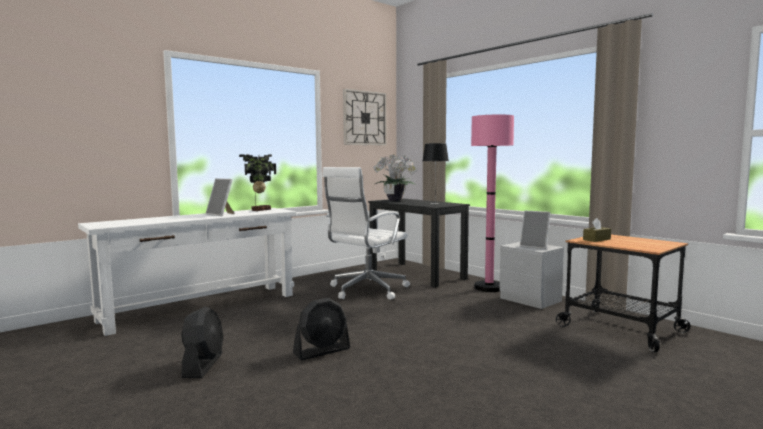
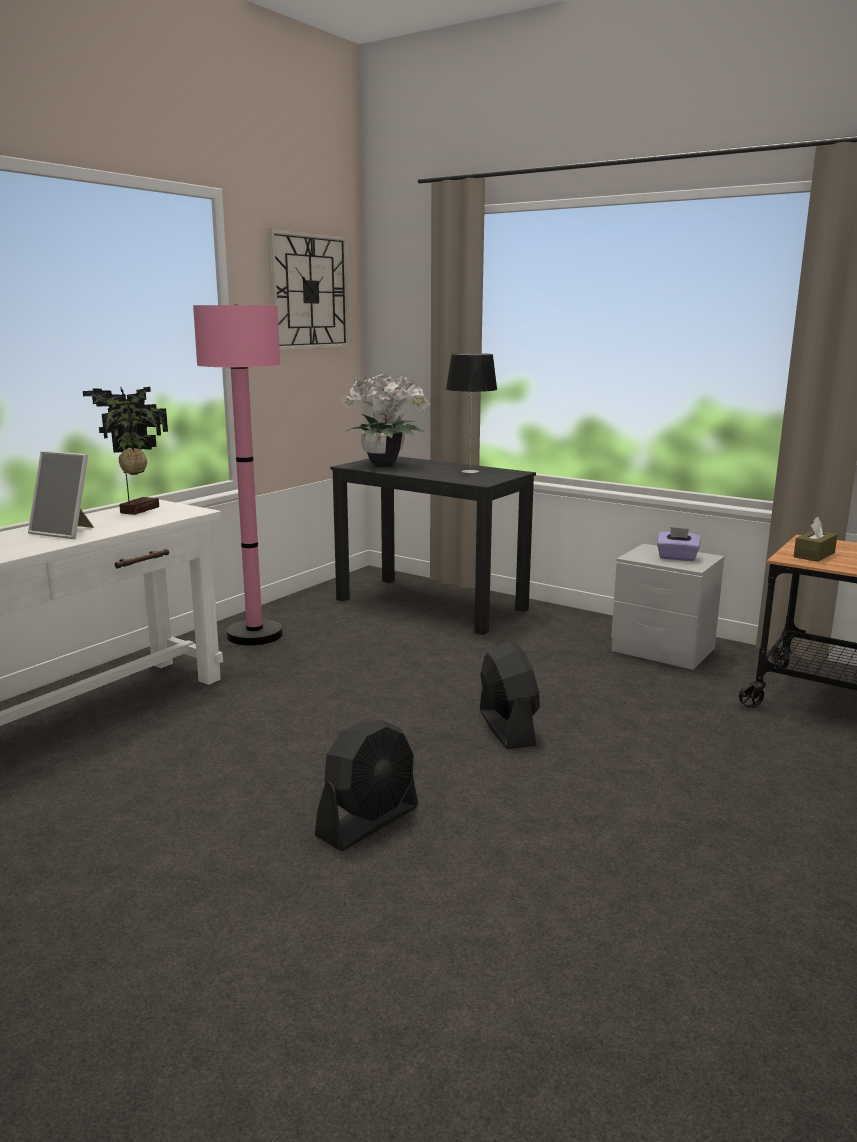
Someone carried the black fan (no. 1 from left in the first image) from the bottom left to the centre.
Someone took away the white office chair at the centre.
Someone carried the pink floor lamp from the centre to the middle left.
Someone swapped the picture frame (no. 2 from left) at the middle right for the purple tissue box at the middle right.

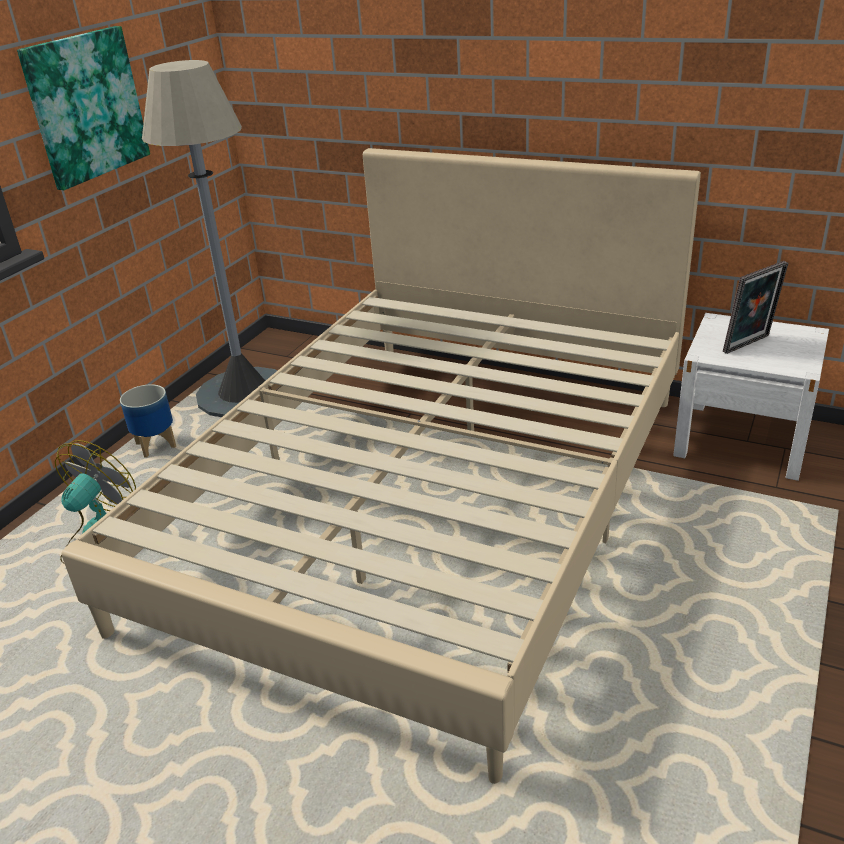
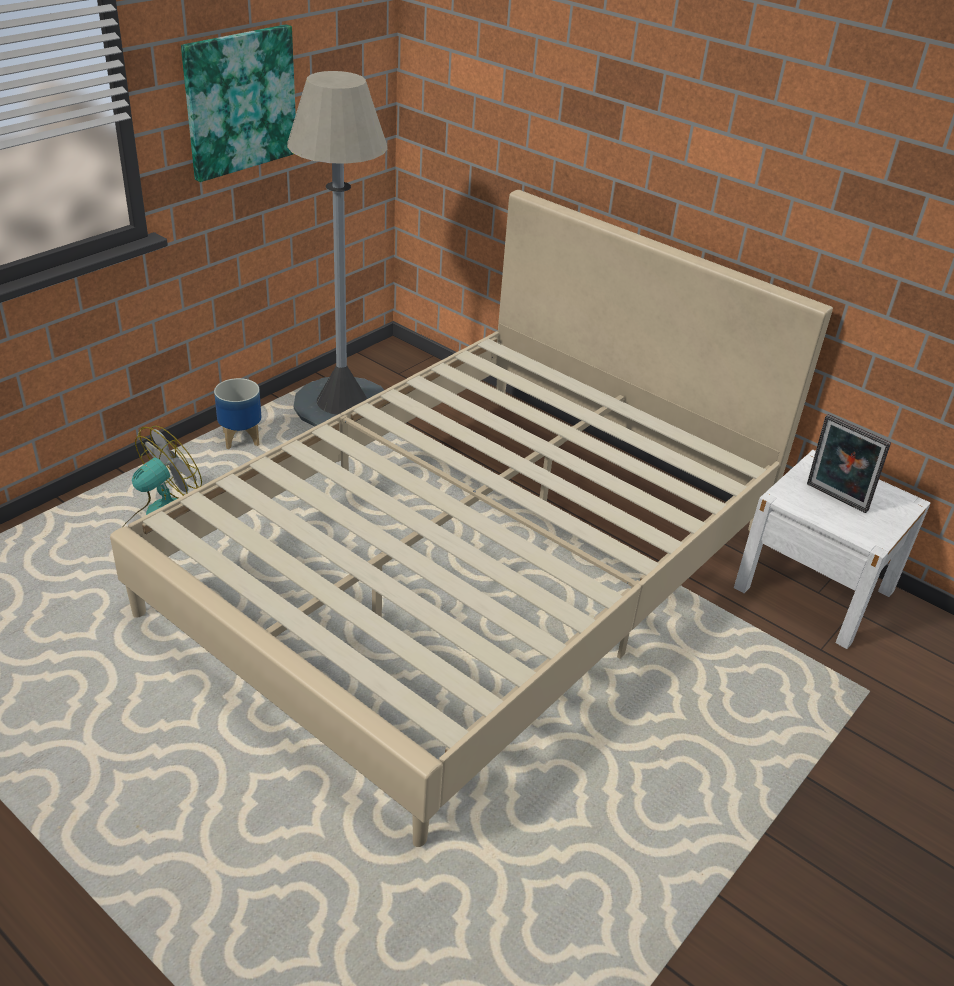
Someone rotated the picture frame at the middle right by 60 degrees clockwise.

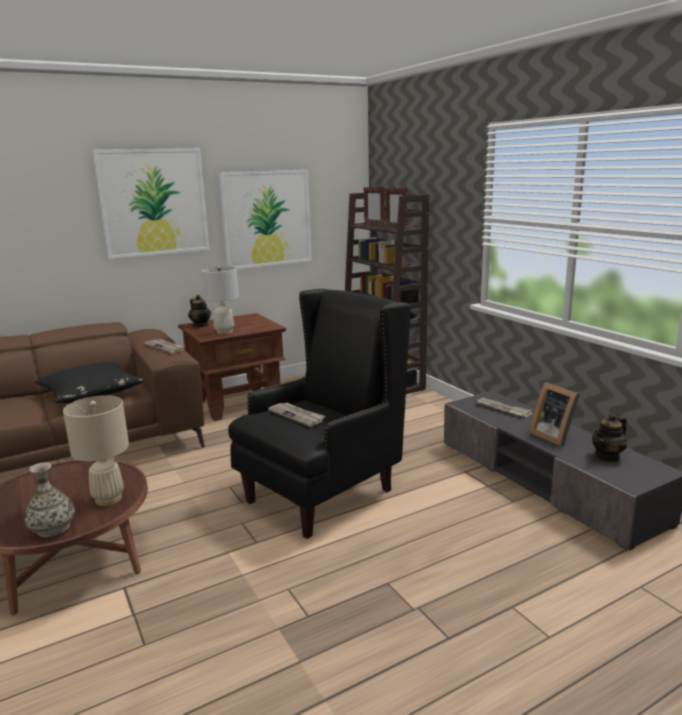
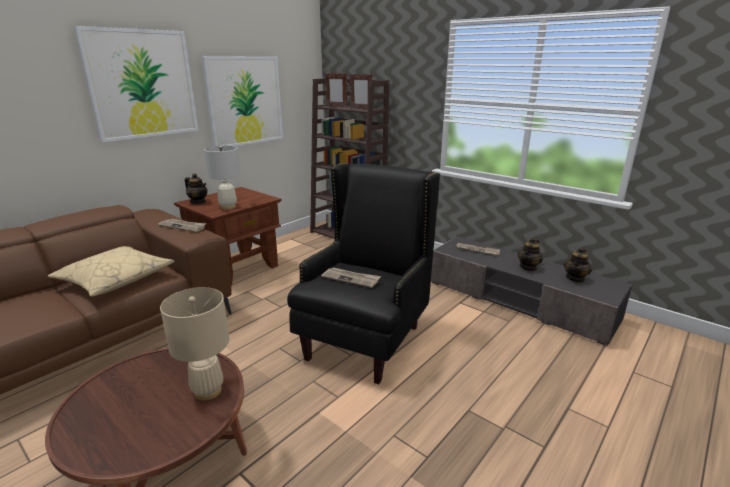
Someone took away the vase at the bottom left.
Someone repainted the black pillow at the middle left, which became the beige pillow at the middle left.
Someone swapped the picture frame (no. 3 from left) at the middle right for the teapot (no. 2 from left) at the middle right.

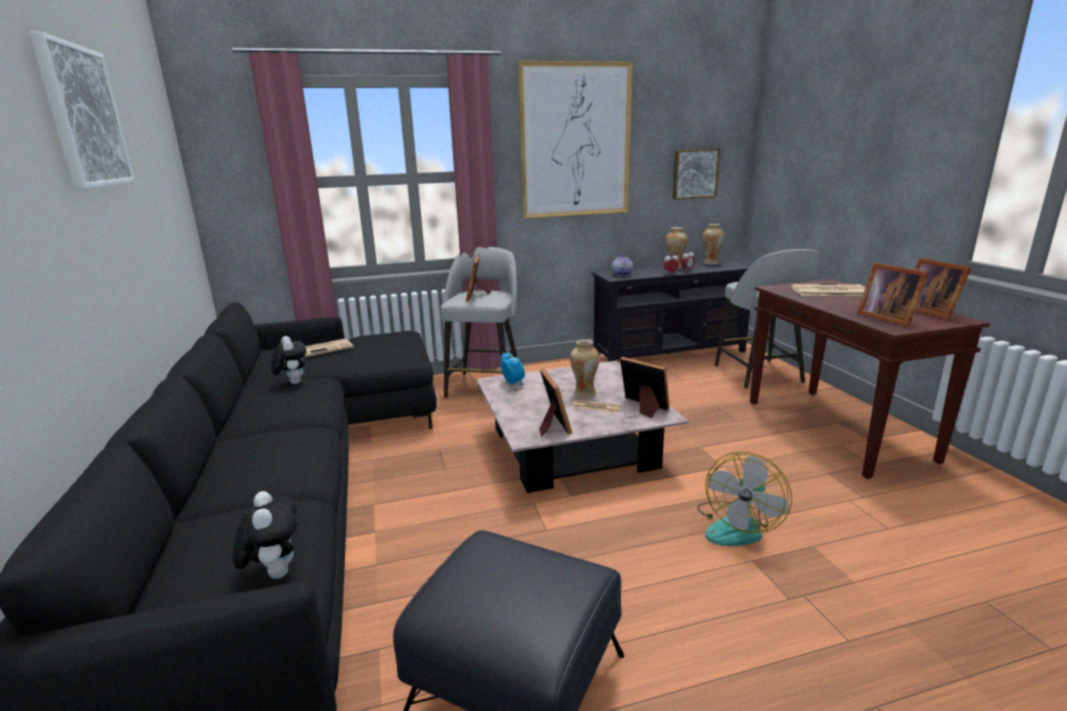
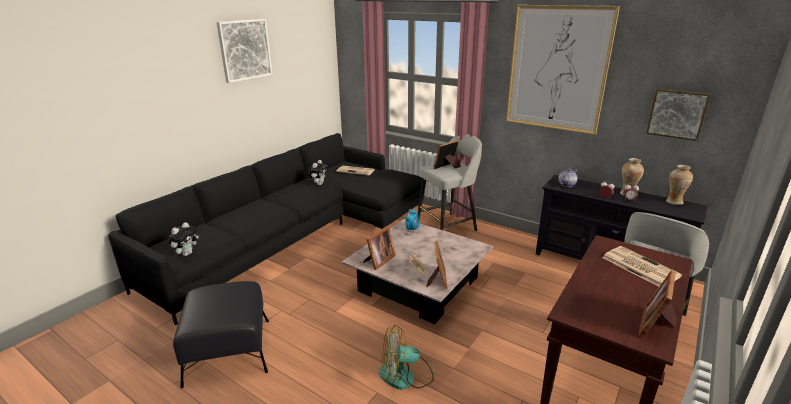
Someone took away the vase (no. 1 from left) at the centre.
Someone took away the picture frame (no. 4 from left) at the middle right.

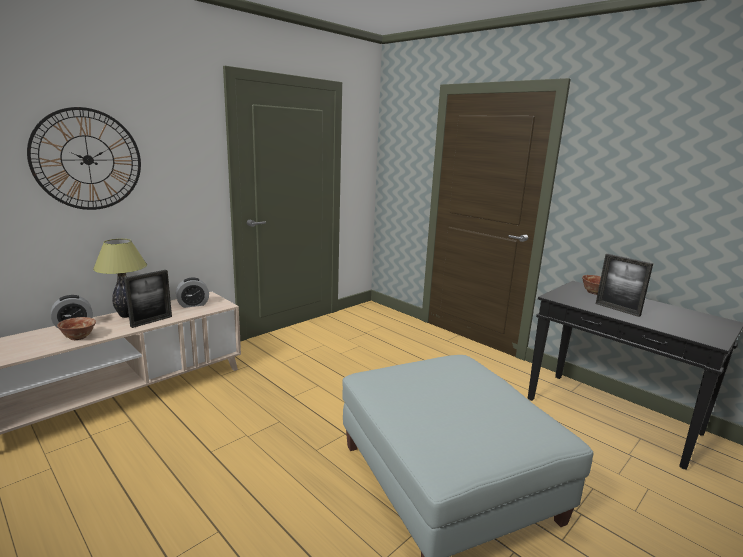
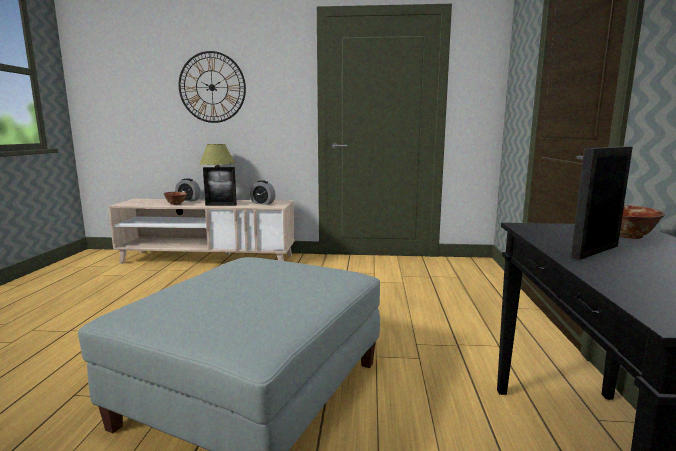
Someone rotated the picture frame (no. 2 from left) at the middle right by 45 degrees clockwise.

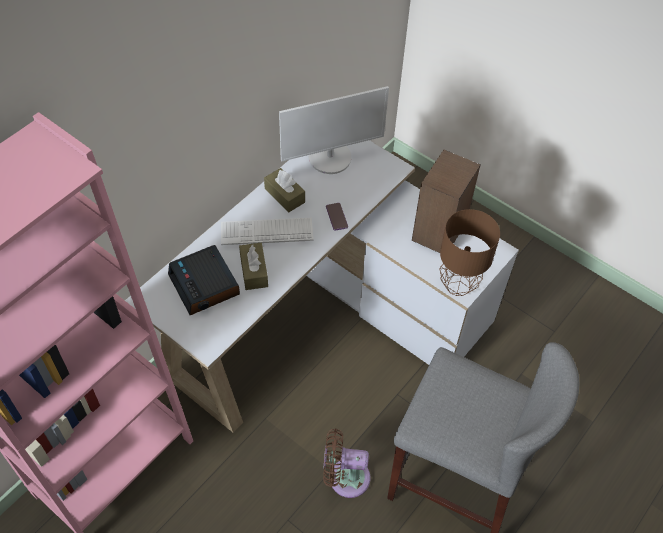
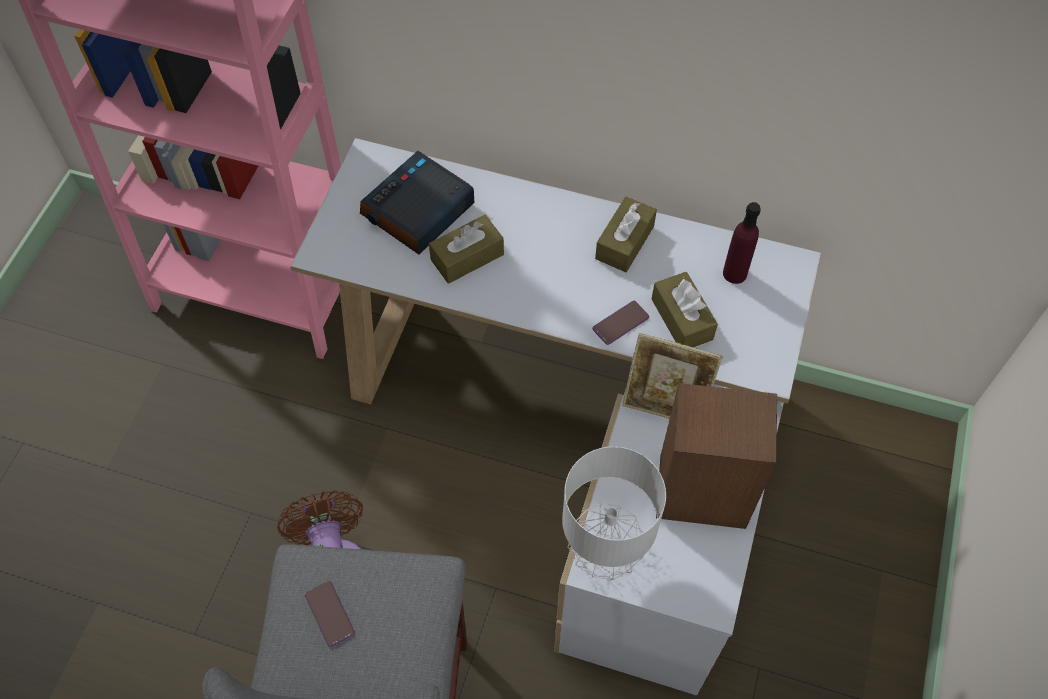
Someone took away the keyboard at the centre.
Someone swapped the monitor at the top centre for the purple bottle at the middle right.
Someone repainted the brown table lamp at the middle right, which became the grey table lamp at the bottom centre.
Someone put down the phone (no. 1 from left) at the bottom left.
Someone put down the picture frame at the centre.
Someone put down the brown tissue box (no. 3 from left) at the centre.

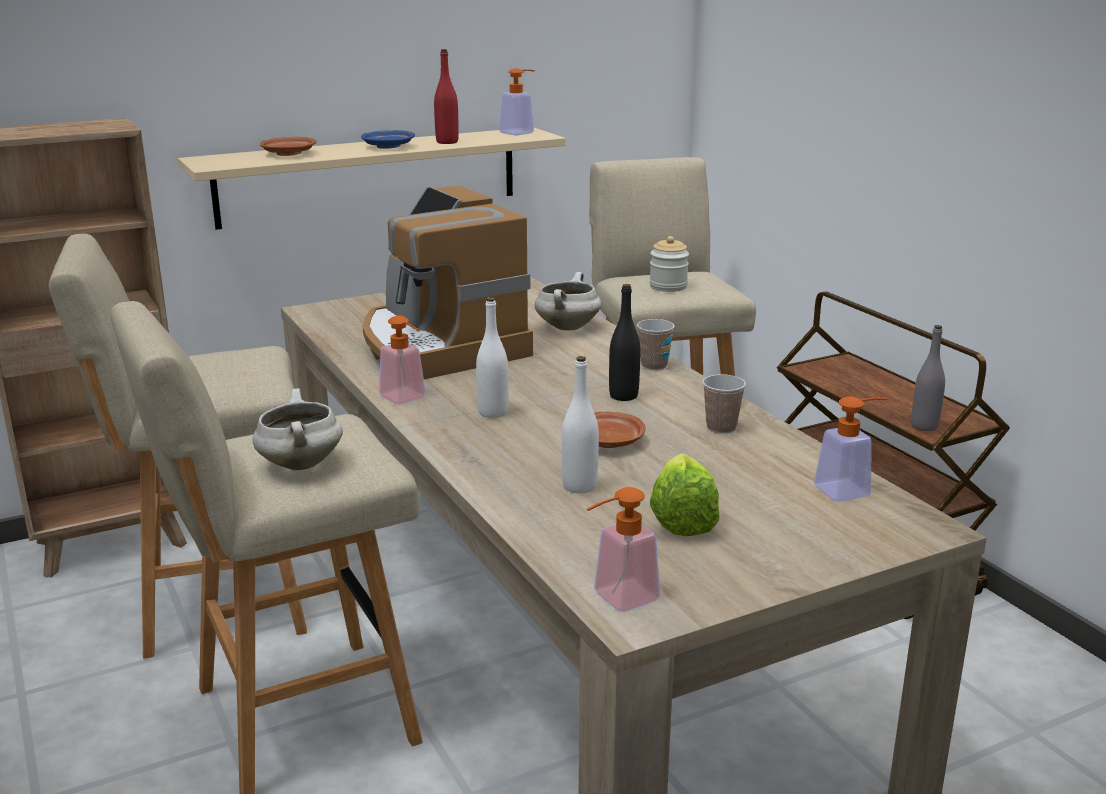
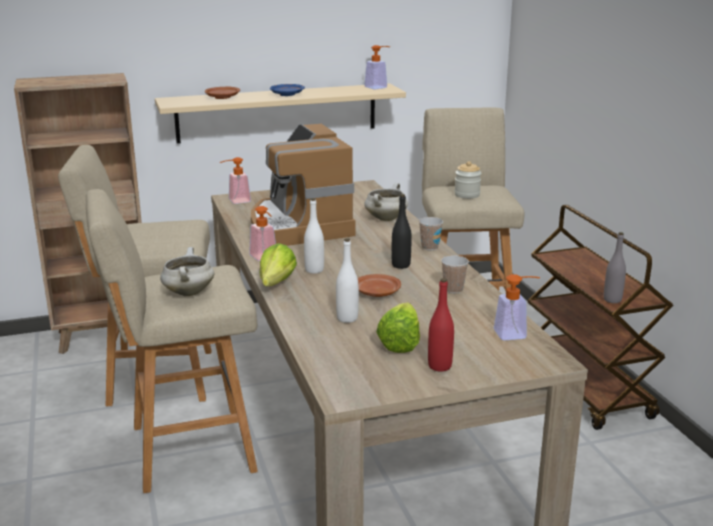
Someone carried the red bottle from the top centre to the centre.
Someone carried the soap dispenser (no. 3 from left in the first image) from the bottom centre to the middle left.
Someone put down the lettuce (no. 1 from left) at the centre.

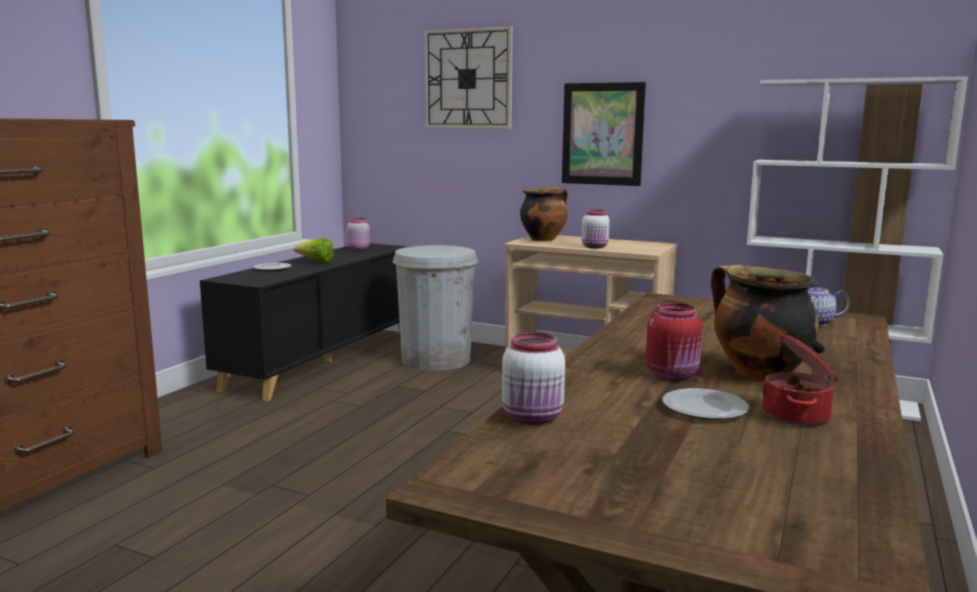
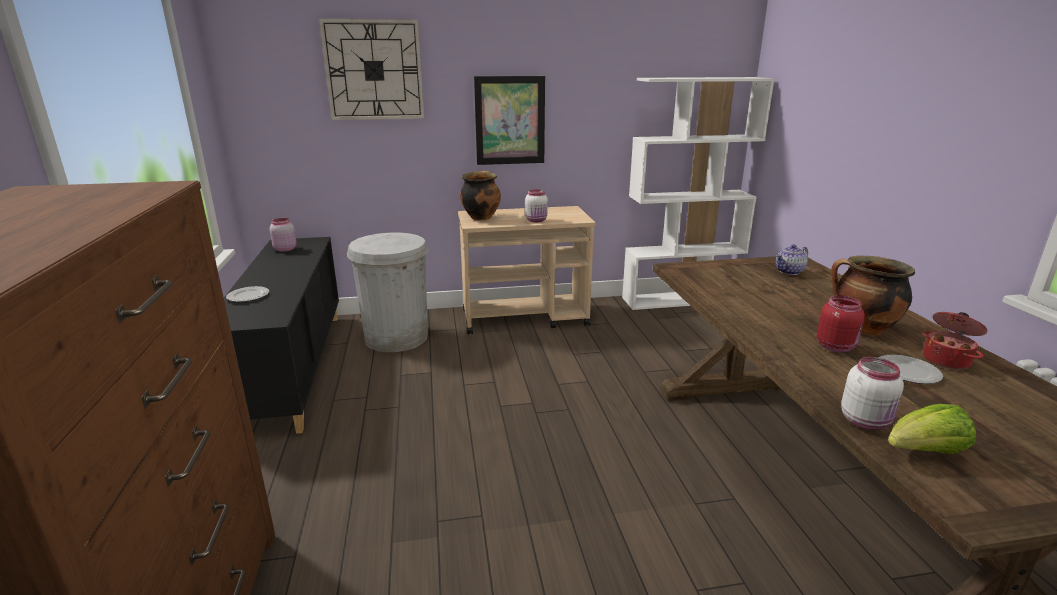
Someone carried the lettuce from the middle left to the bottom right.

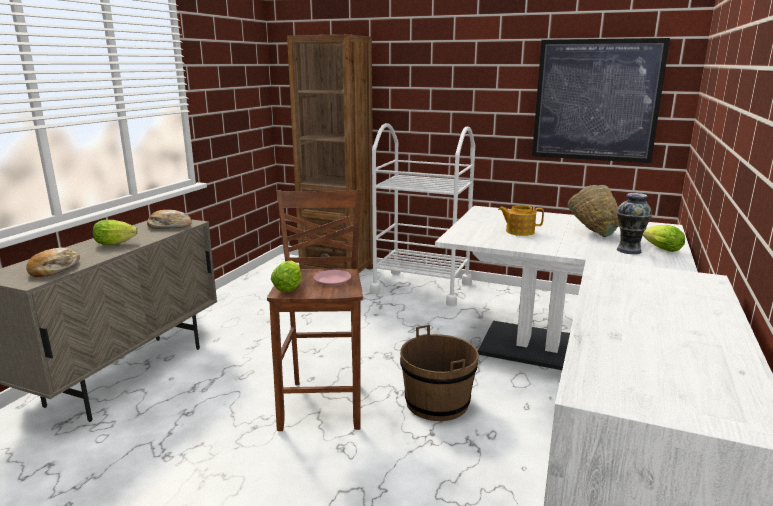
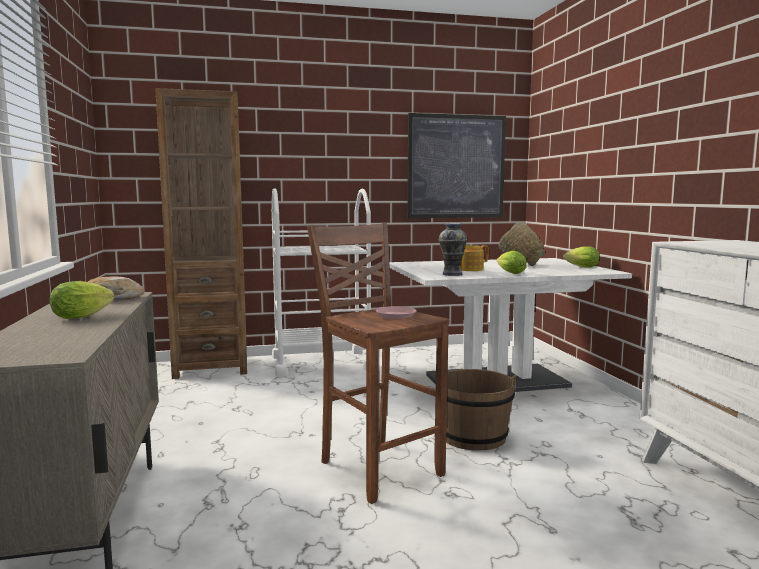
Someone took away the bread (no. 1 from left) at the middle left.
Someone carried the lettuce (no. 2 from left) from the centre to the middle right.
Someone carried the vase from the middle right to the centre.

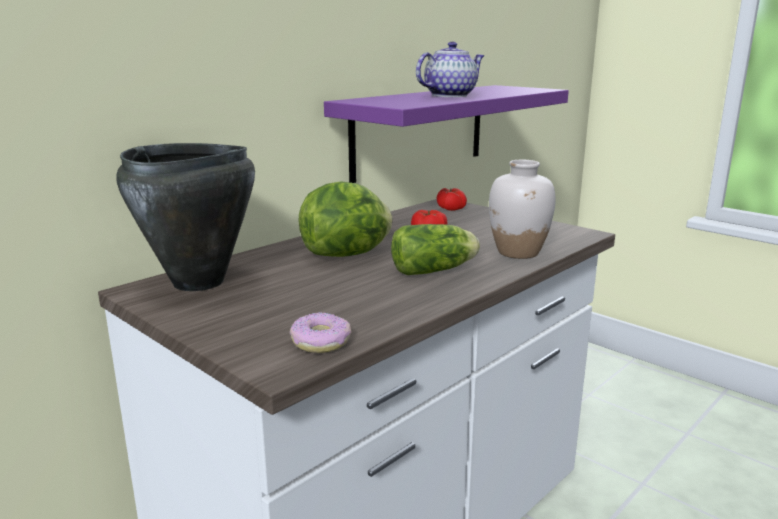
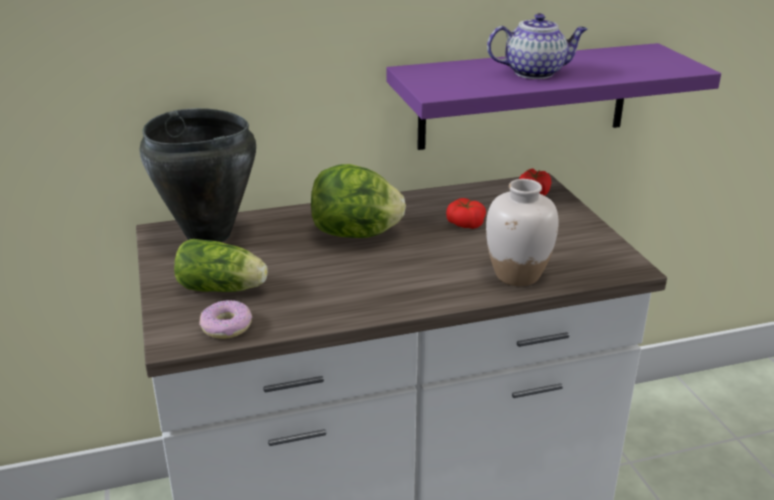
Someone carried the lettuce (no. 2 from left in the first image) from the centre to the middle left.

